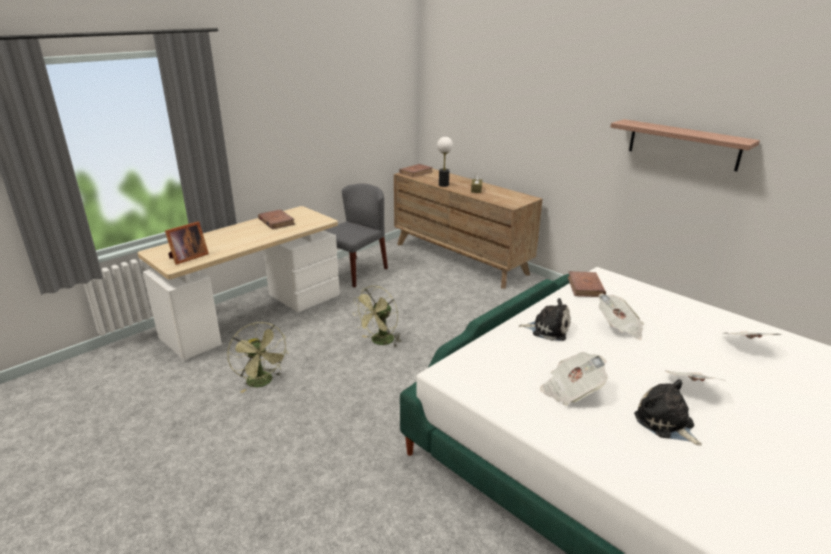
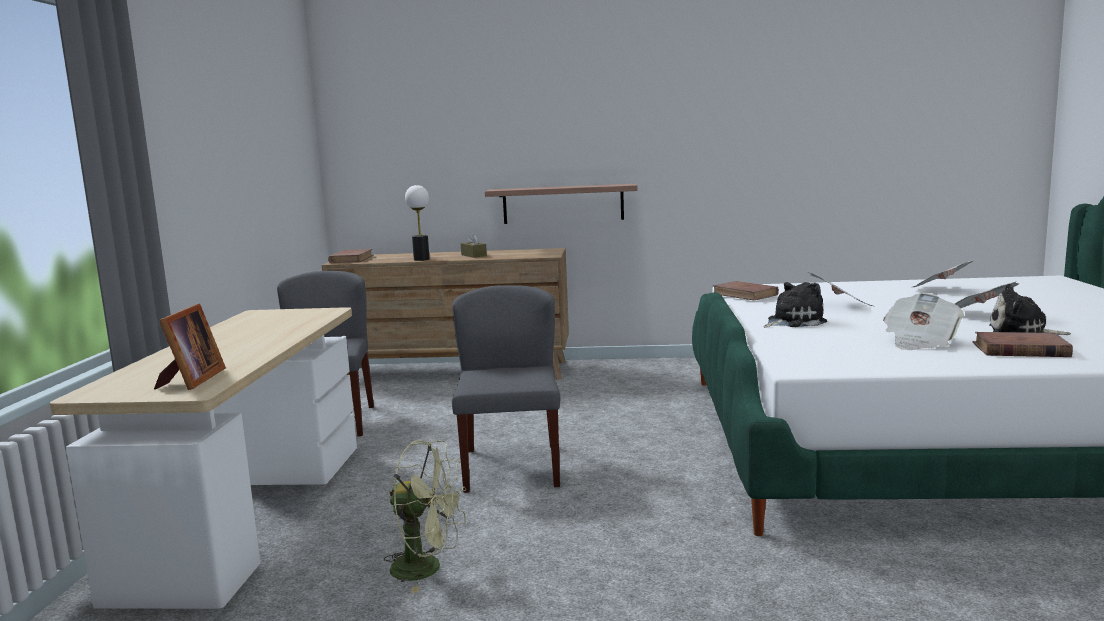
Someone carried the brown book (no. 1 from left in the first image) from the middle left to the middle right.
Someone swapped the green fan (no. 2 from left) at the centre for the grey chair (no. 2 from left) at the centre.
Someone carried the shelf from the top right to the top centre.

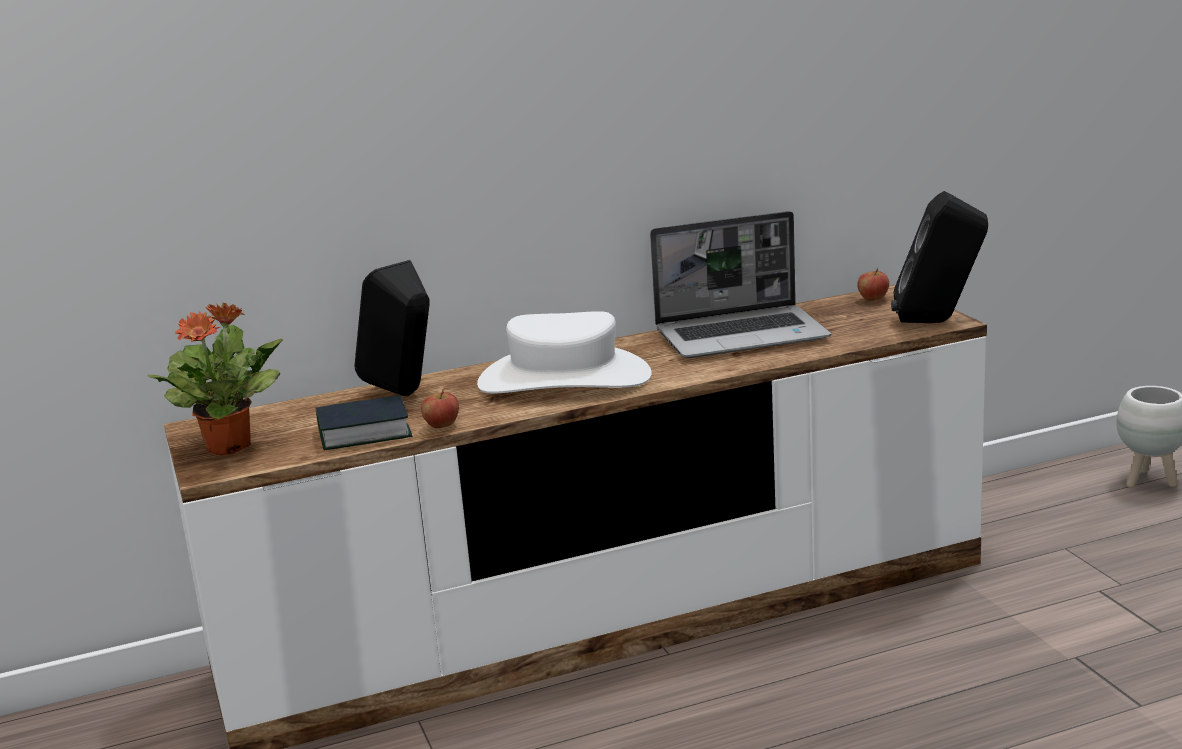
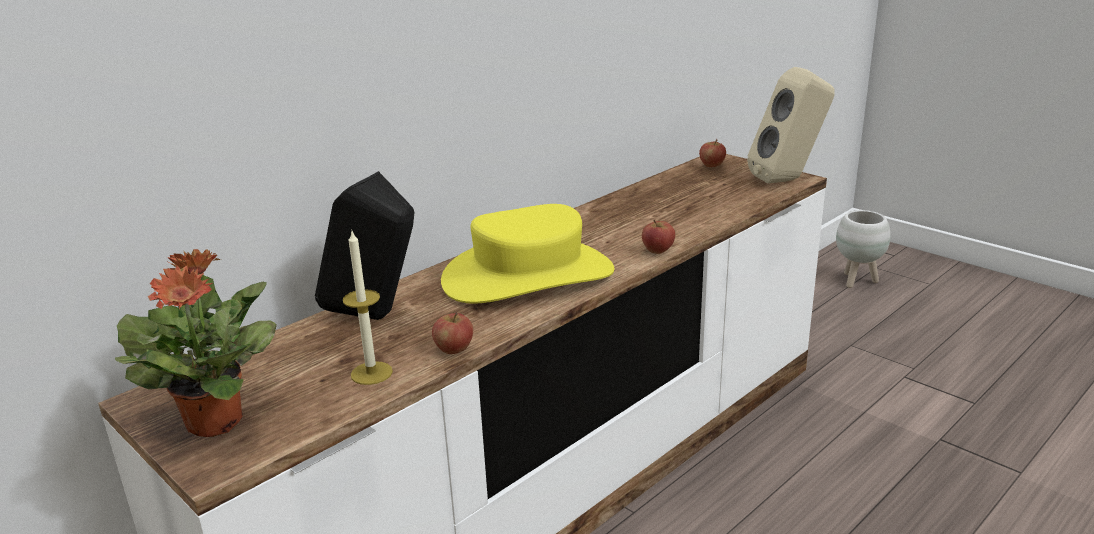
Someone swapped the book at the middle left for the candle at the centre.
Someone repainted the white hat at the centre, which became the yellow hat at the centre.
Someone took away the laptop at the centre.
Someone repainted the black speaker (no. 2 from left) at the middle right, which became the beige speaker at the top right.
Someone put down the apple (no. 2 from left) at the centre.

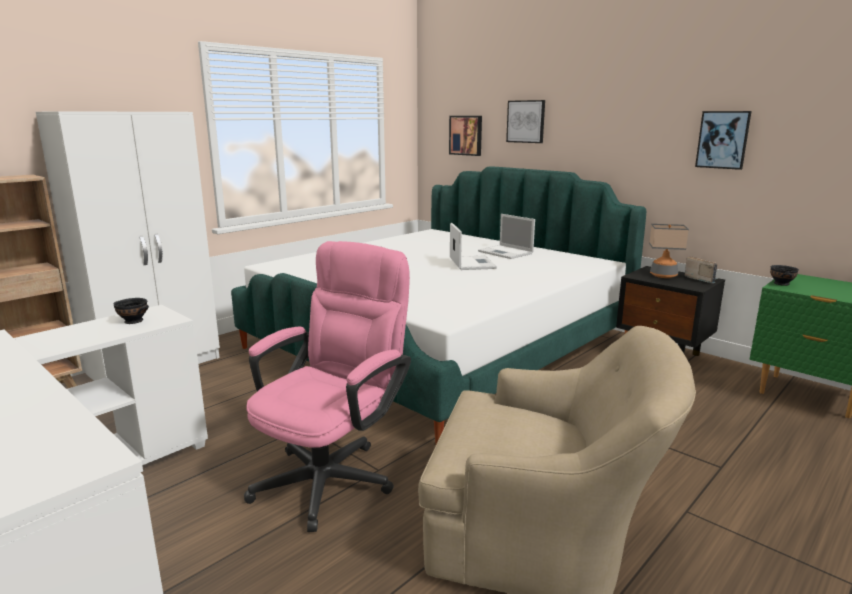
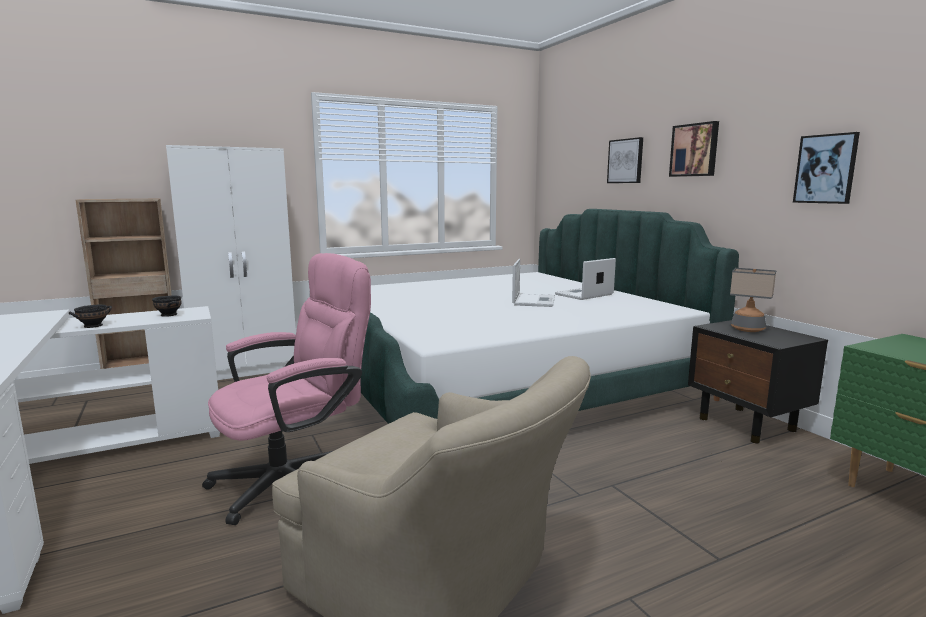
Someone carried the picture (no. 1 from left in the first image) from the top centre to the top right.
Someone rotated the laptop (no. 2 from left) at the centre by 75 degrees clockwise.
Someone took away the radio at the middle right.
Someone carried the black bowl (no. 2 from left in the first image) from the middle right to the middle left.

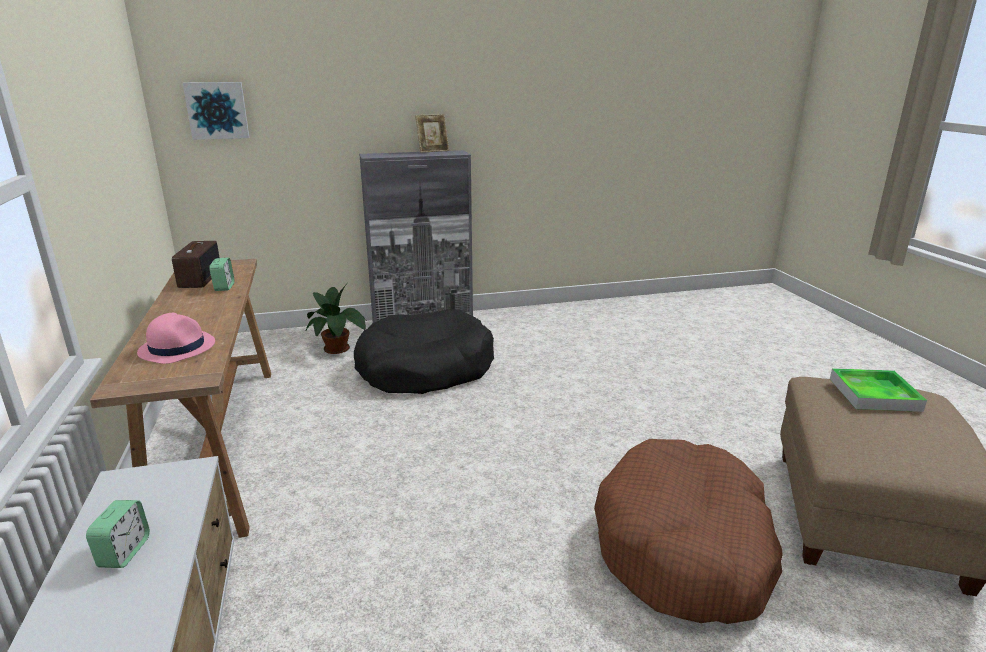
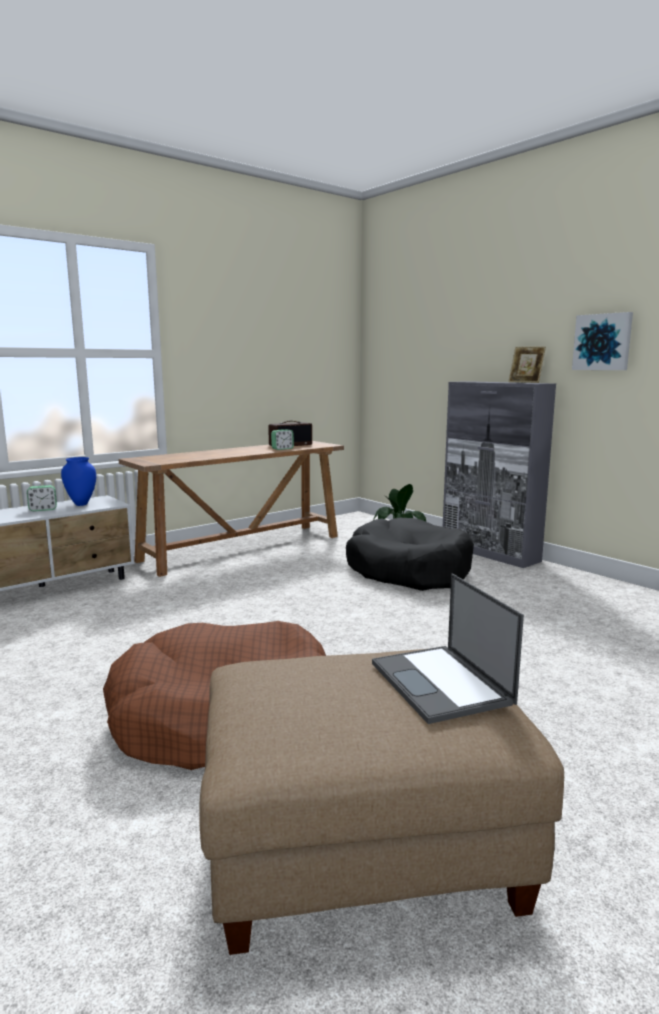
Someone took away the pink hat at the middle left.
Someone carried the picture from the top left to the middle right.
Someone swapped the tray at the middle right for the laptop at the middle right.
Someone put down the blue vase at the middle left.

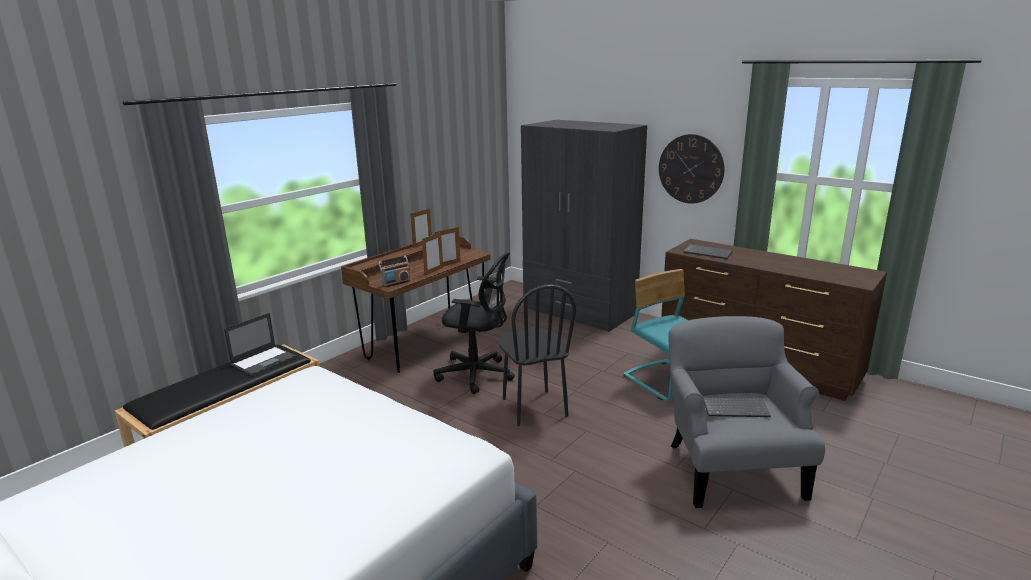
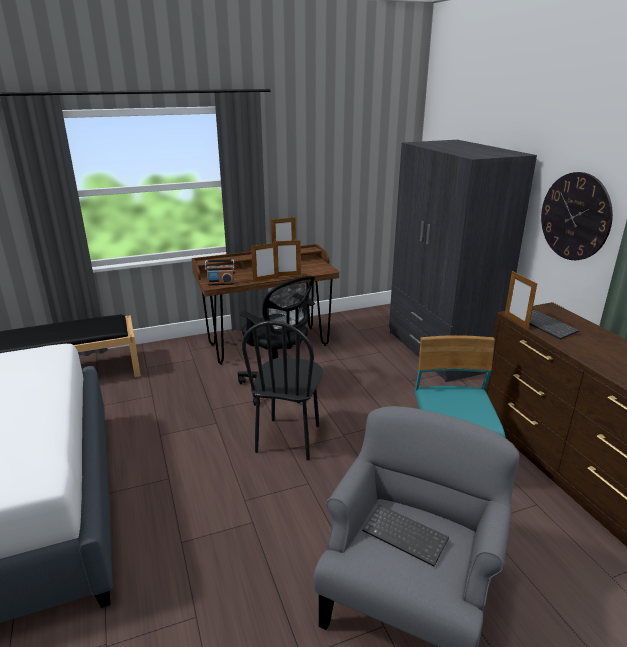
Someone took away the laptop at the middle left.
Someone put down the picture frame (no. 4 from left) at the middle right.

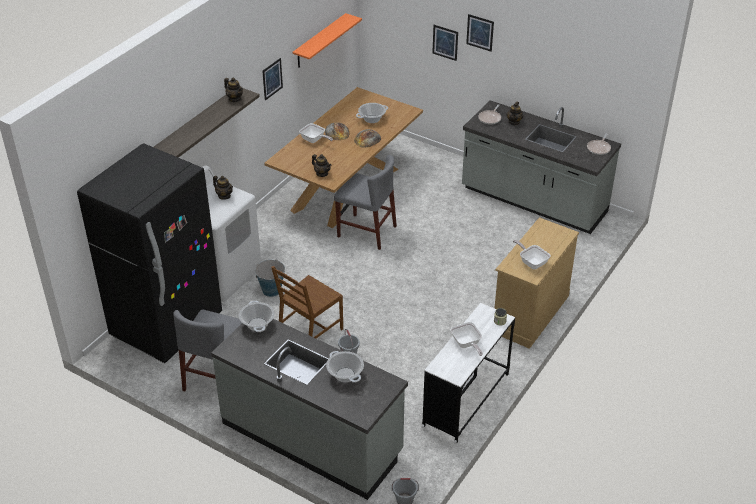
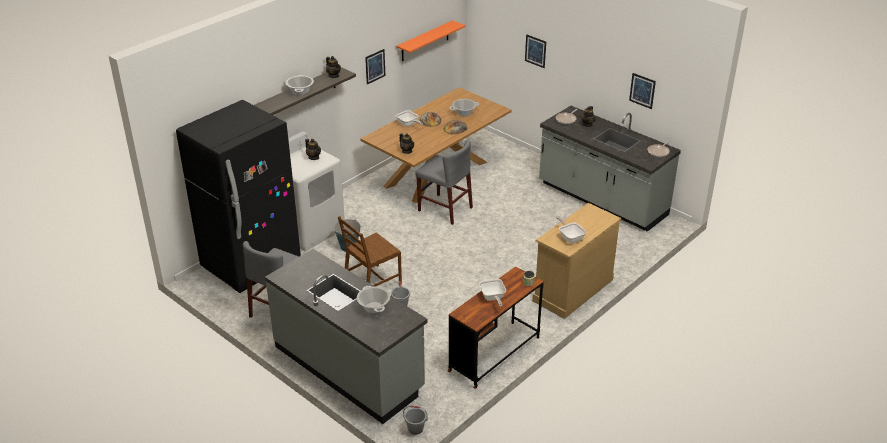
Someone carried the cooking pot (no. 1 from left) from the centre to the top centre.
Someone repainted the white desk at the bottom centre, which became the brown desk at the bottom centre.
Someone carried the picture (no. 3 from left) from the top centre to the top right.

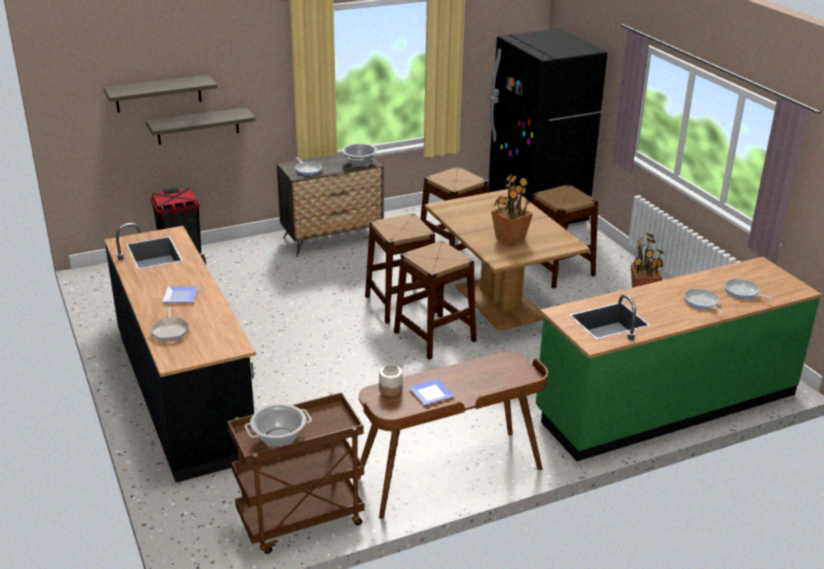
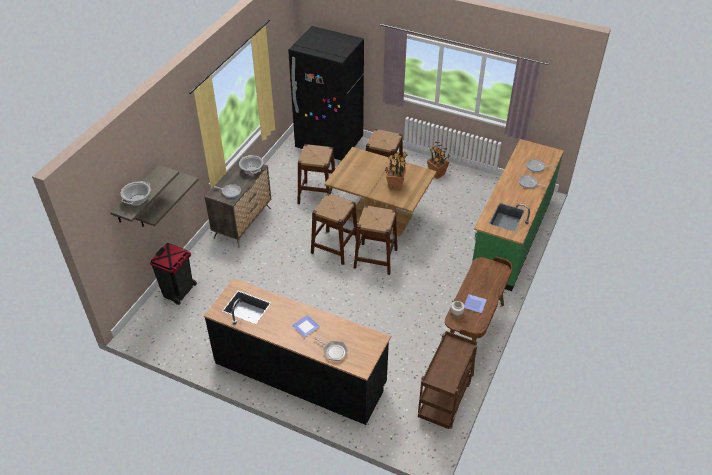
Someone carried the cooking pot (no. 1 from left) from the bottom centre to the middle left.

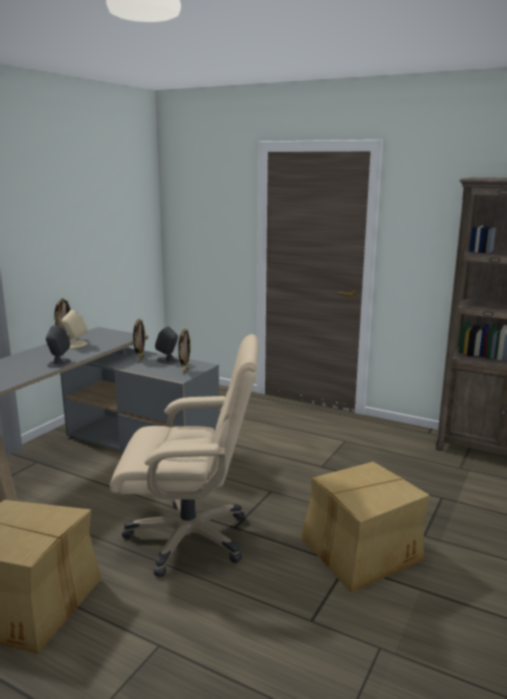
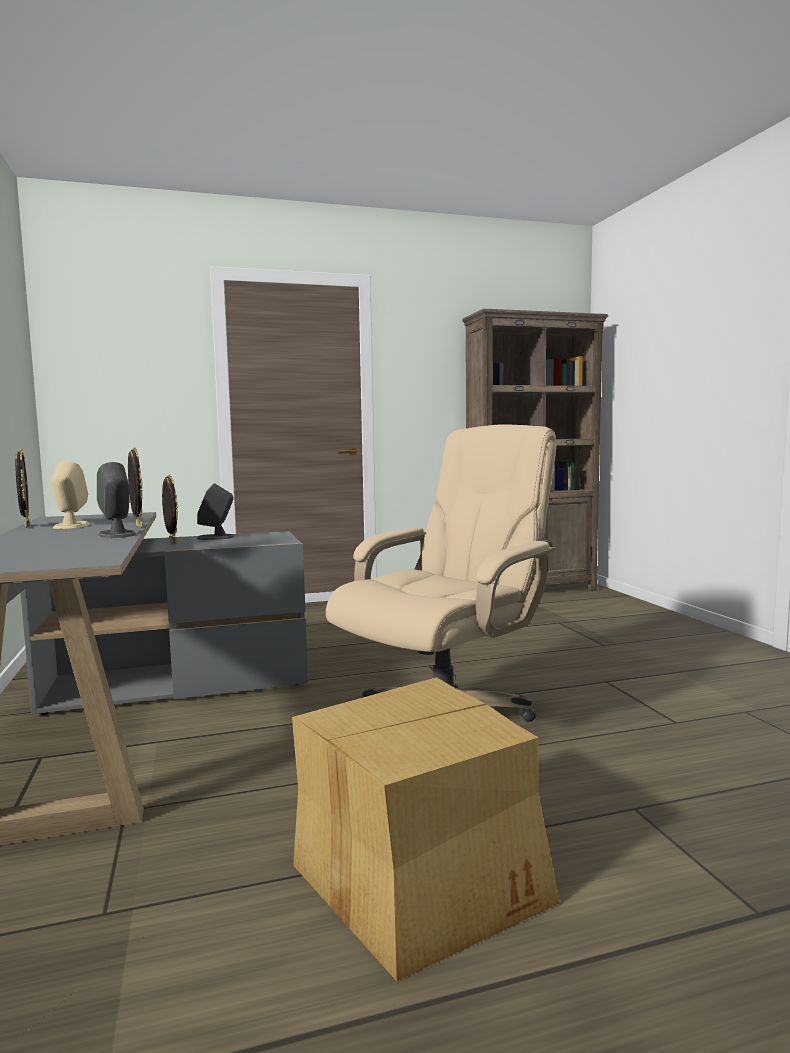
Someone carried the picture frame (no. 3 from left in the first image) from the centre to the middle left.
Someone took away the cardboard box (no. 2 from left) at the bottom right.

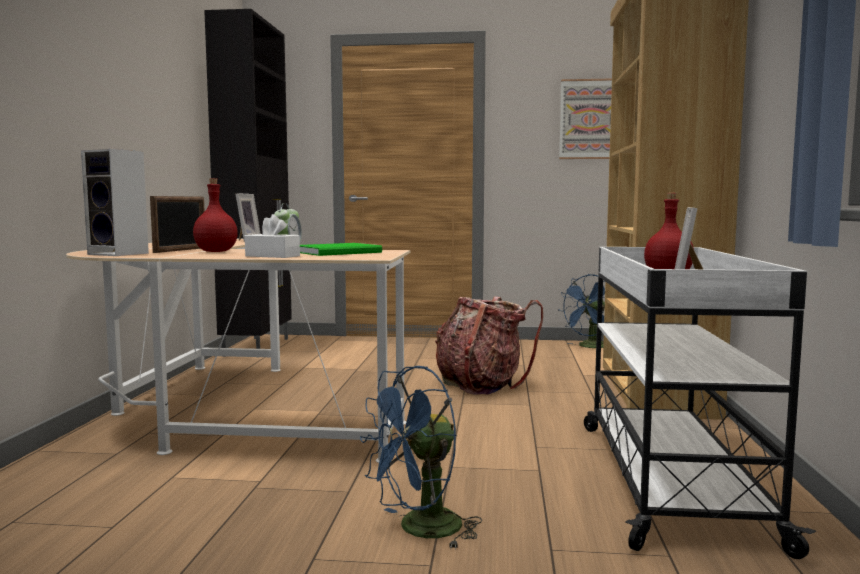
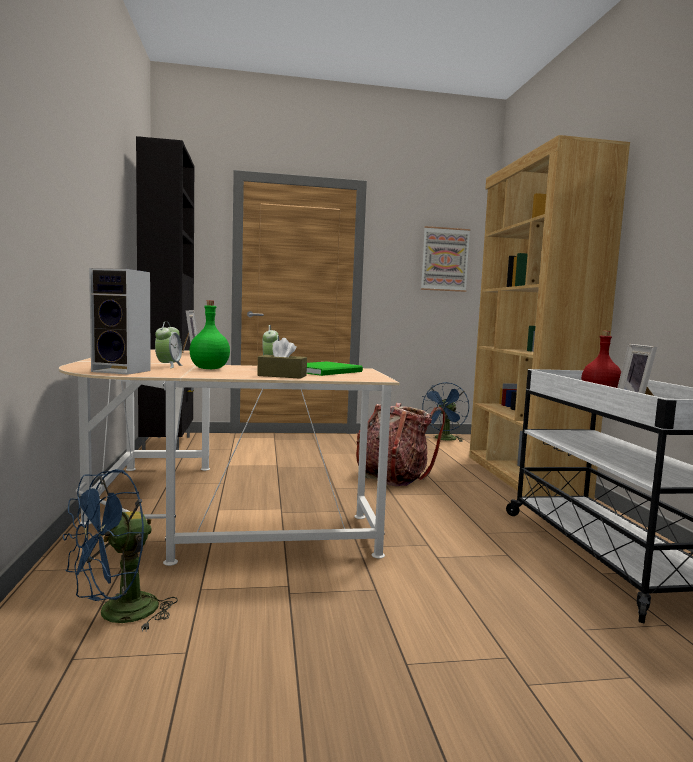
Someone swapped the picture frame (no. 1 from left) at the middle left for the alarm clock (no. 1 from left) at the middle left.
Someone repainted the red bottle (no. 1 from left) at the middle left, which became the green bottle at the middle left.
Someone repainted the white tissue box at the middle left, which became the brown tissue box at the centre.
Someone carried the blue fan (no. 1 from left) from the bottom centre to the bottom left.

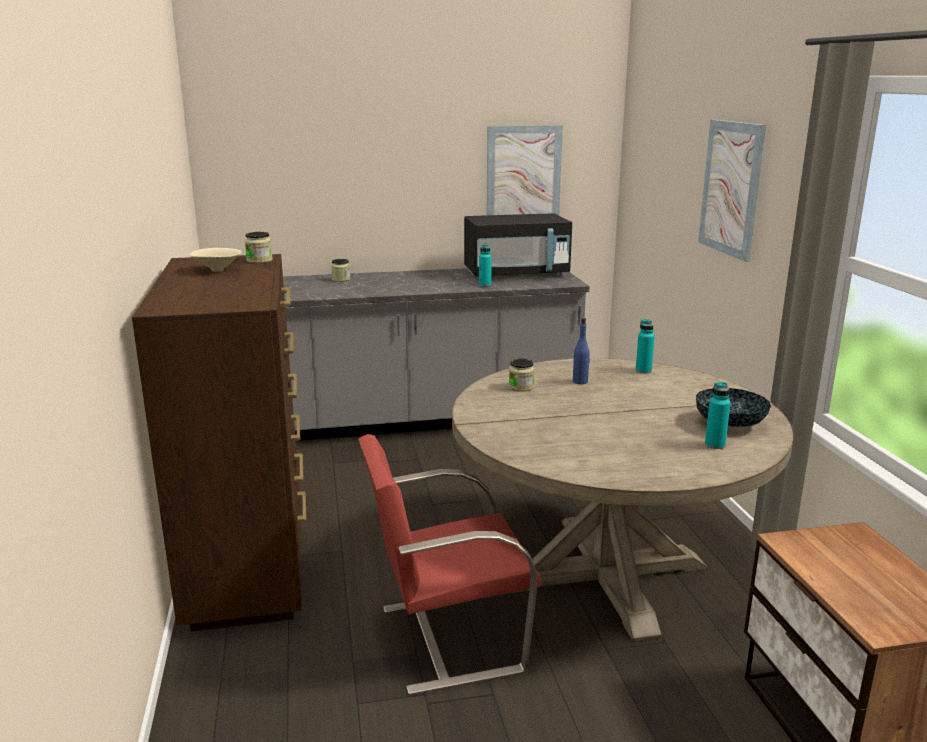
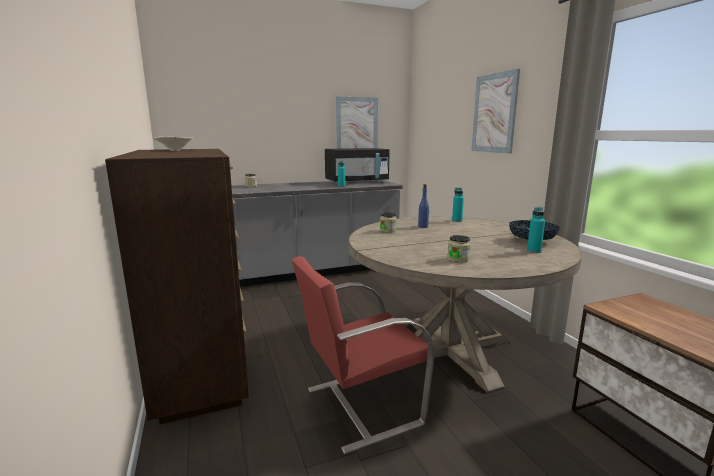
Someone carried the jar (no. 1 from left in the first image) from the top left to the centre.

